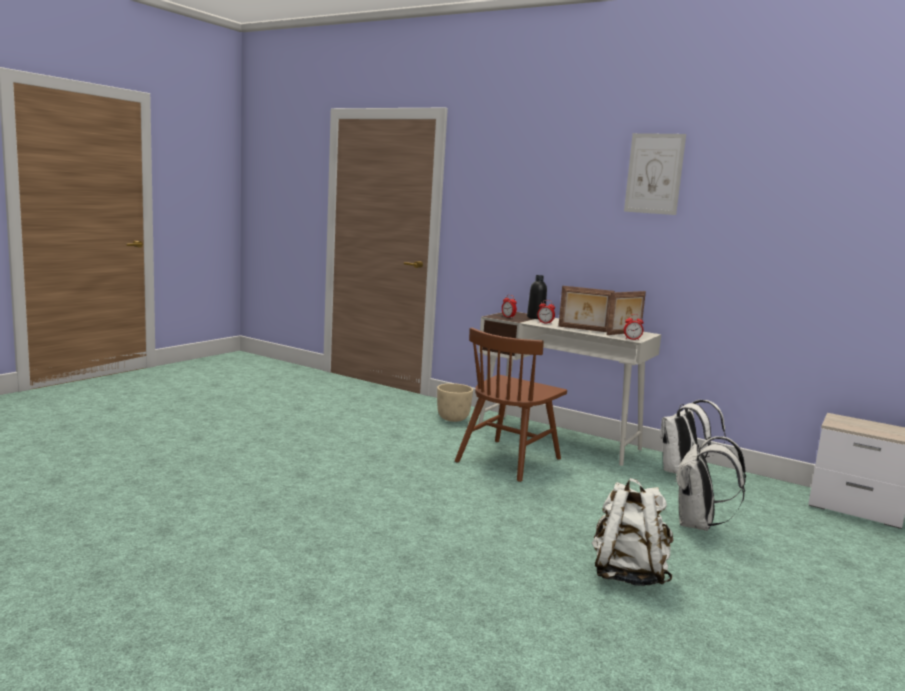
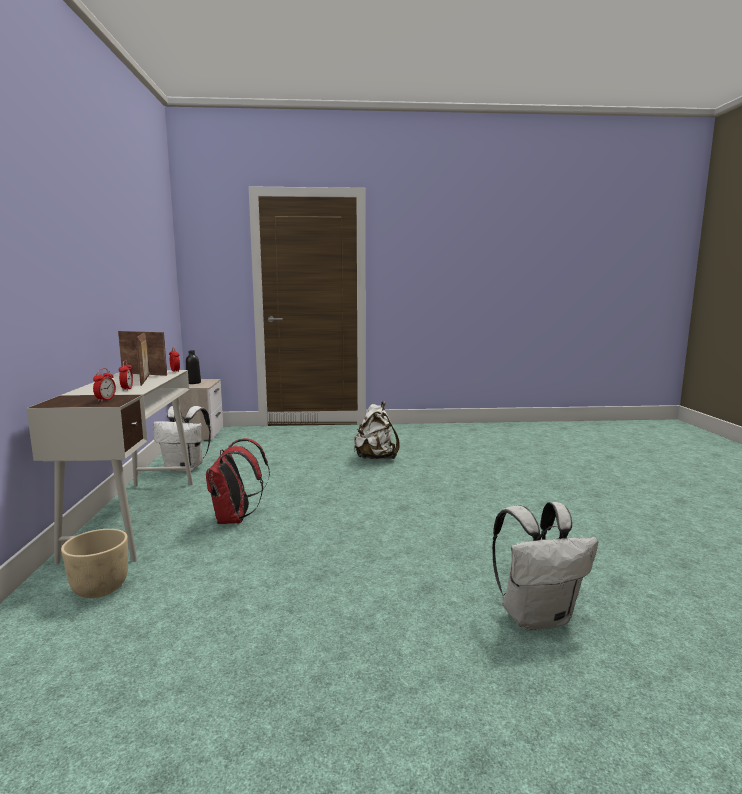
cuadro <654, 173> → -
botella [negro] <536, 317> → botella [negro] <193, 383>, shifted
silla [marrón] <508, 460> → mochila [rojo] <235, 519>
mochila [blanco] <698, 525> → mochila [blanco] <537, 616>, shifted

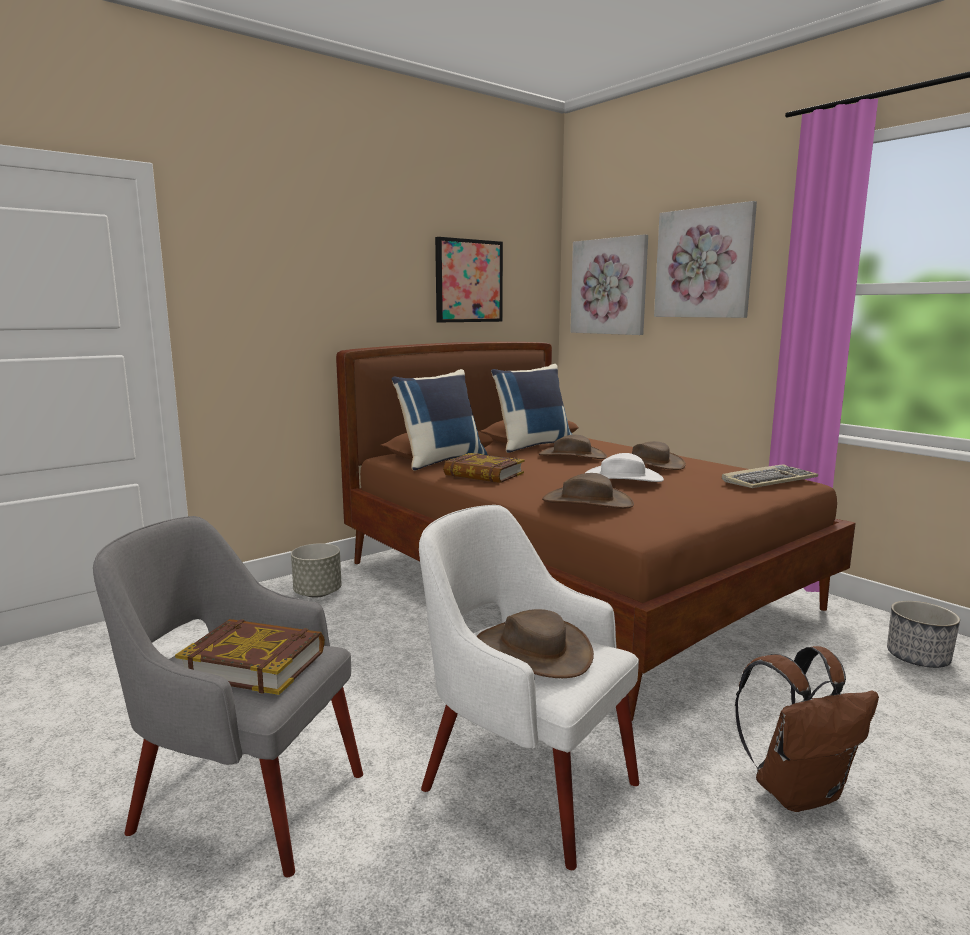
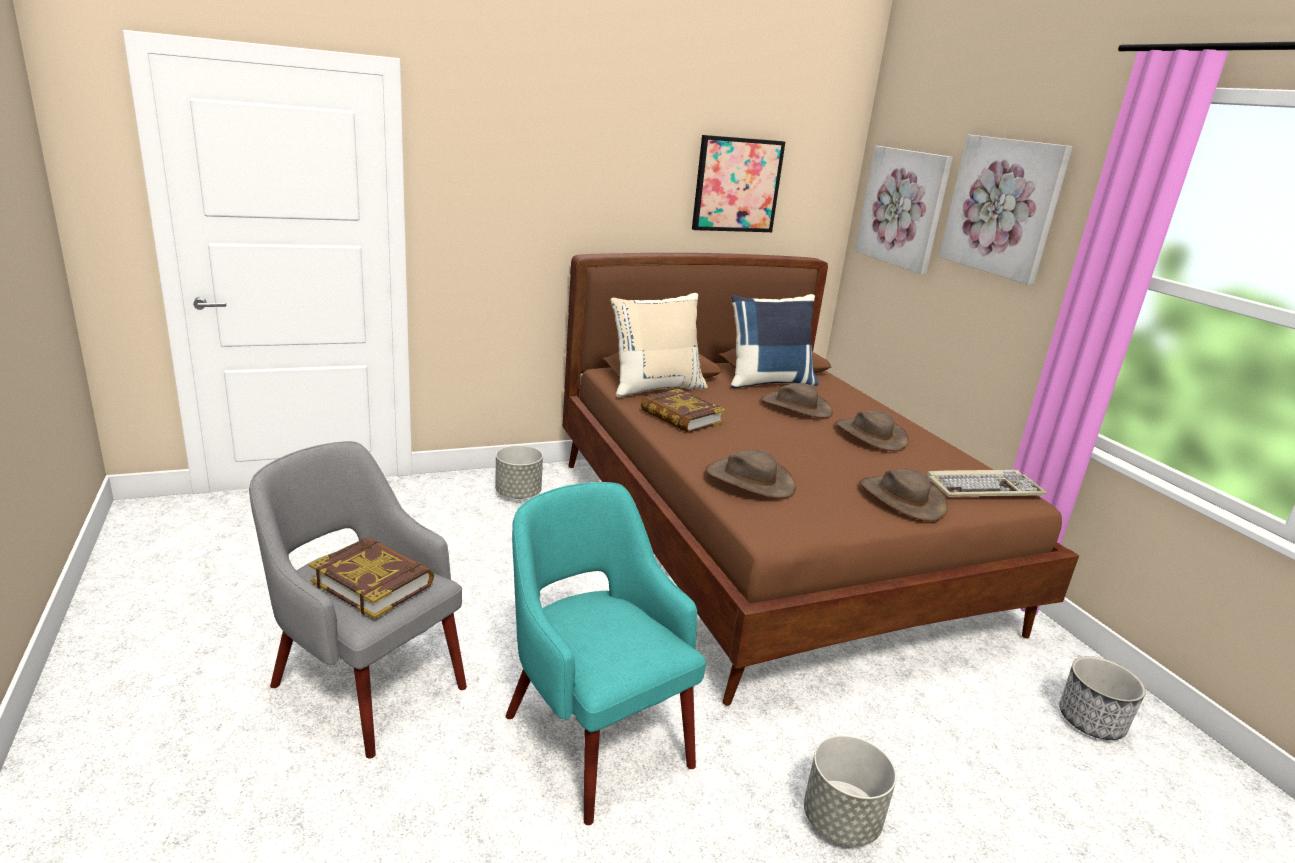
cojín [azul] <441, 460> → cojín [beis] <655, 387>
sombrero [blanco] <622, 478> → -
sillón [blanco] <524, 783> → sillón [turquesa] <594, 736>
sombrero [marrón] <533, 650> → sombrero [marrón] <902, 498>, shifted
mochila [marrón] <798, 791> → maceta [gris] <841, 820>

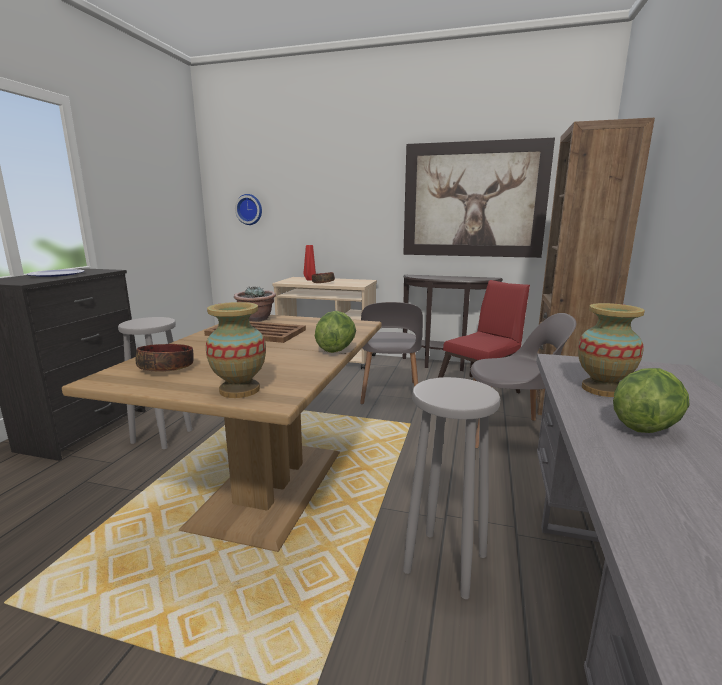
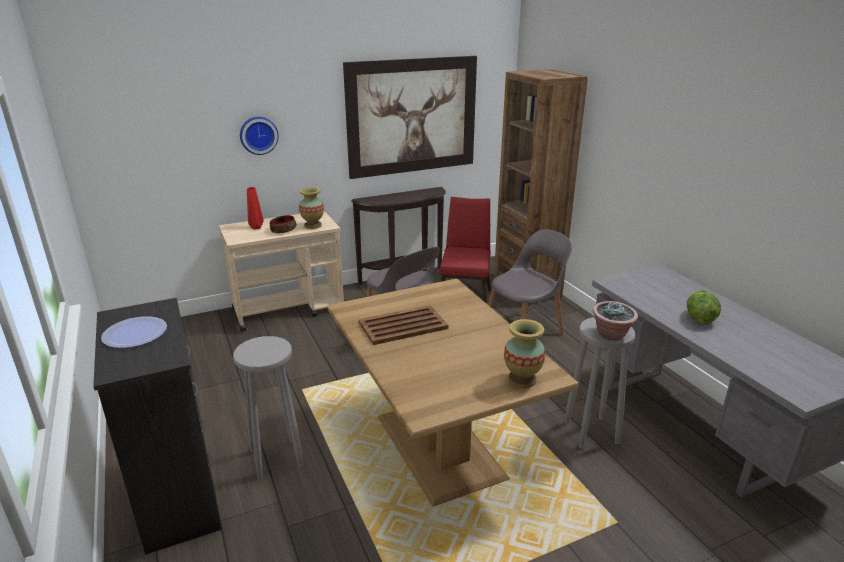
reloj de pared <249, 209> → reloj de pared <258, 135>, shifted
planta en maceta <256, 319> → planta en maceta <611, 335>, shifted
florero <603, 389> → florero <313, 225>, shifted
lechuga <336, 350> → -
cuenco <167, 368> → -

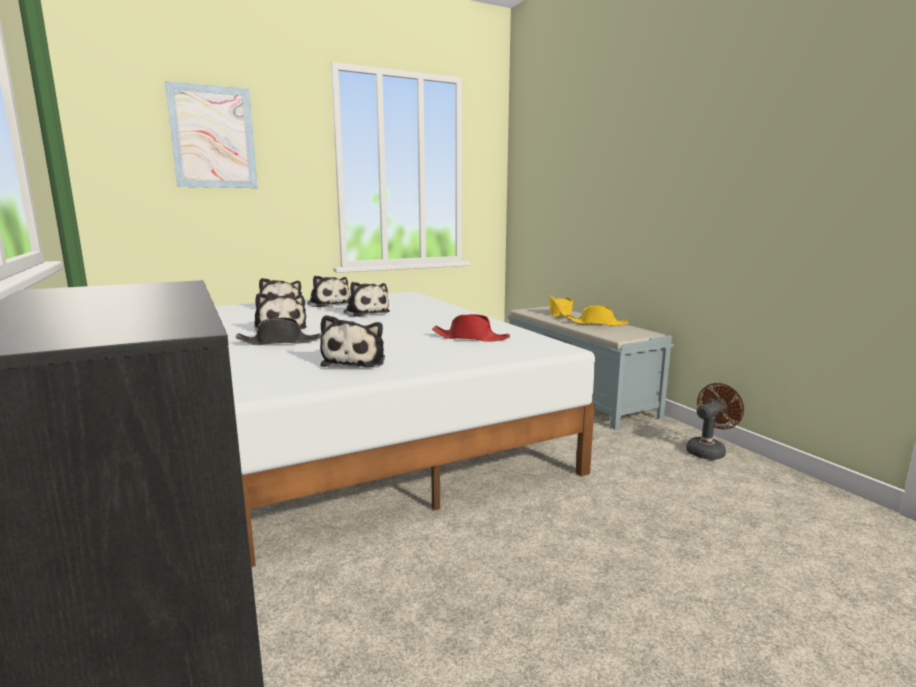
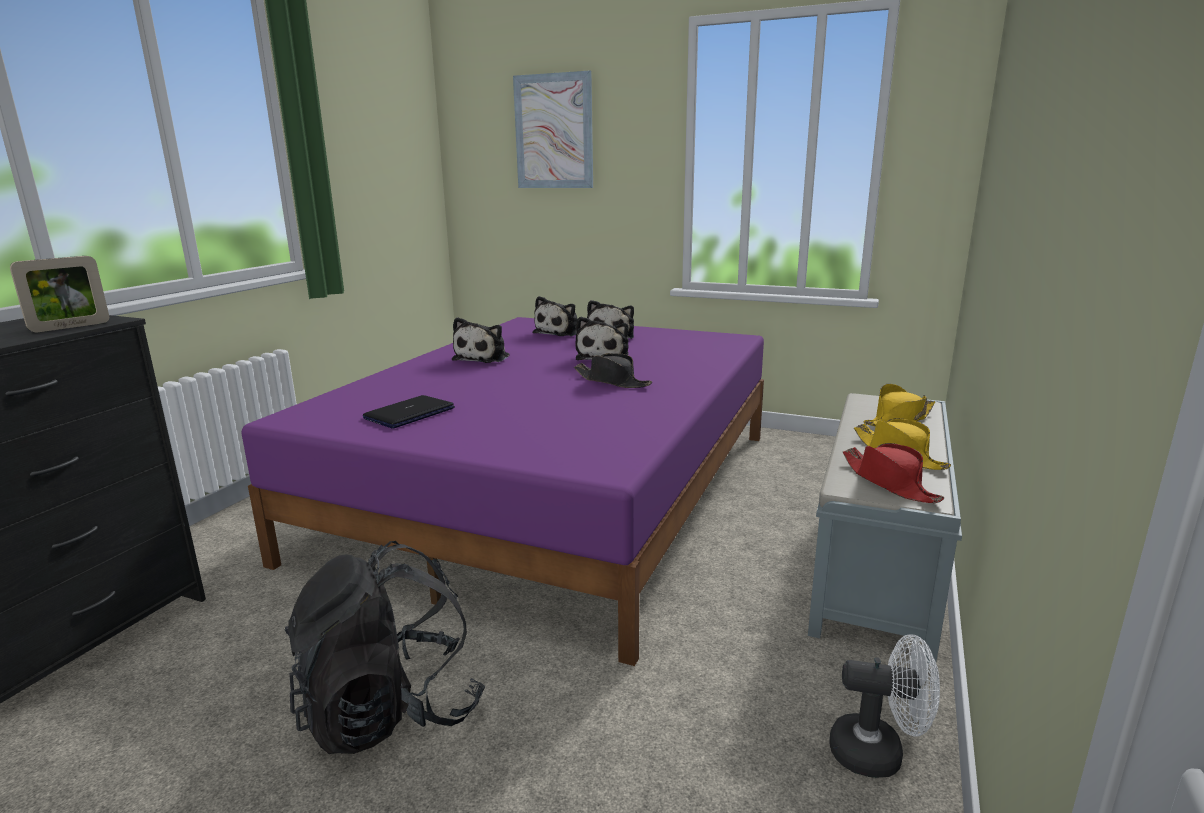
cama [blanco] <365, 427> → cama [morado] <557, 491>
sombrero [rojo] <470, 338> → sombrero [rojo] <889, 482>, shifted
peluche <356, 361> → portátil <409, 413>
sombrero [negro] <280, 342> → sombrero [negro] <612, 381>, shifted
ventilador [marrón] <708, 451> → ventilador [blanco] <878, 753>
- → portarretratos <70, 327>
- → mochila [negro] <391, 711>

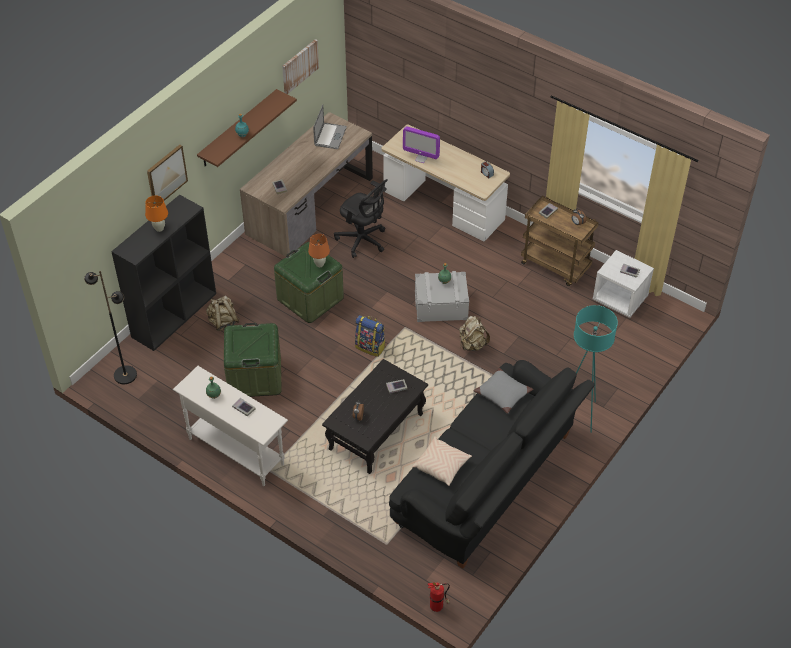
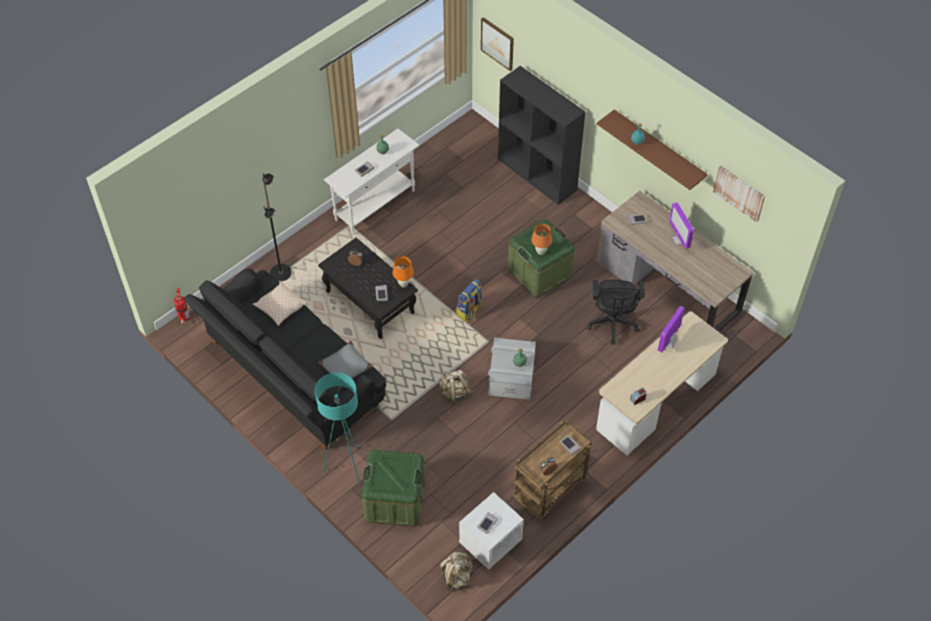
portátil <330, 136> → -
cuadro <166, 175> → cuadro <498, 43>, shifted
silla de oficina [negro] <363, 240> → silla de oficina [negro] <612, 324>, 45 degrees counterclockwise
lámpara de mesa [naranja] <159, 228> → lámpara de mesa [naranja] <403, 284>, shifted
lámpara de pie [negro] <125, 375> → lámpara de pie [negro] <281, 273>, shifted
mochila [beis] <223, 322> → mochila [beis] <457, 577>, shifted
caja de almacenaje [verde] <254, 376> → caja de almacenaje [verde] <395, 500>, shifted
- → monitor <679, 239>

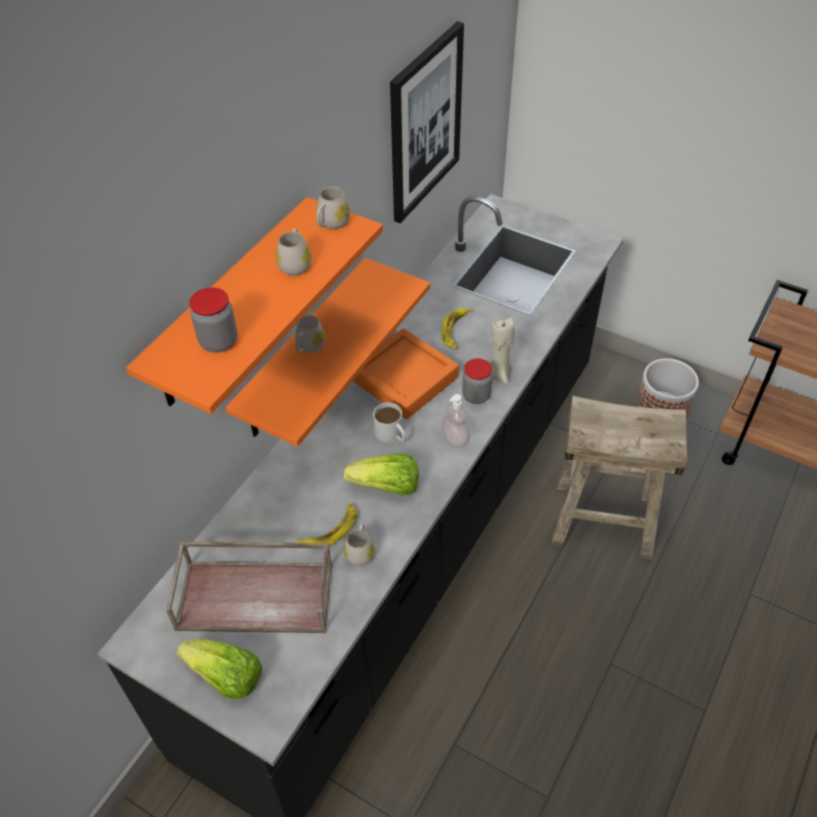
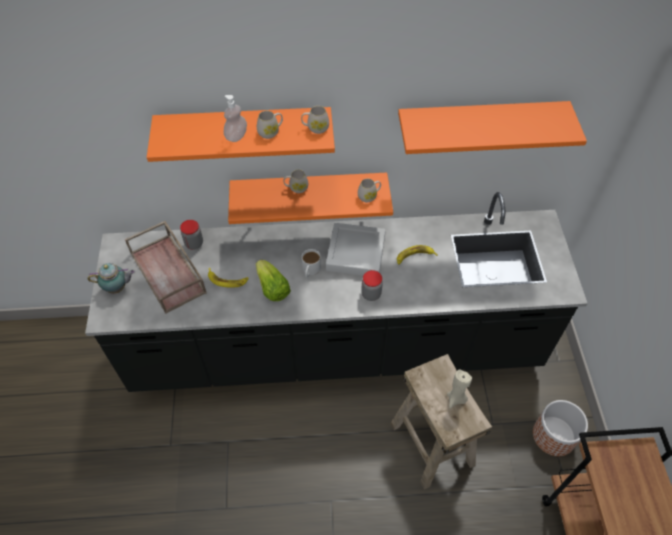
cuadro <424, 123> → estante [naranja] <480, 124>
tarro <218, 342> → tarro <194, 243>, shifted
vela [beis] <499, 374> → vela [beis] <456, 399>, shifted
bandeja [naranja] <404, 379> → bandeja [gris] <355, 253>
dispensador de jabón <455, 438> → dispensador de jabón <236, 136>, shifted
taza grande [blanco] <360, 552> → taza grande [blanco] <369, 196>, shifted
lechuga <226, 677> → tetera <118, 288>

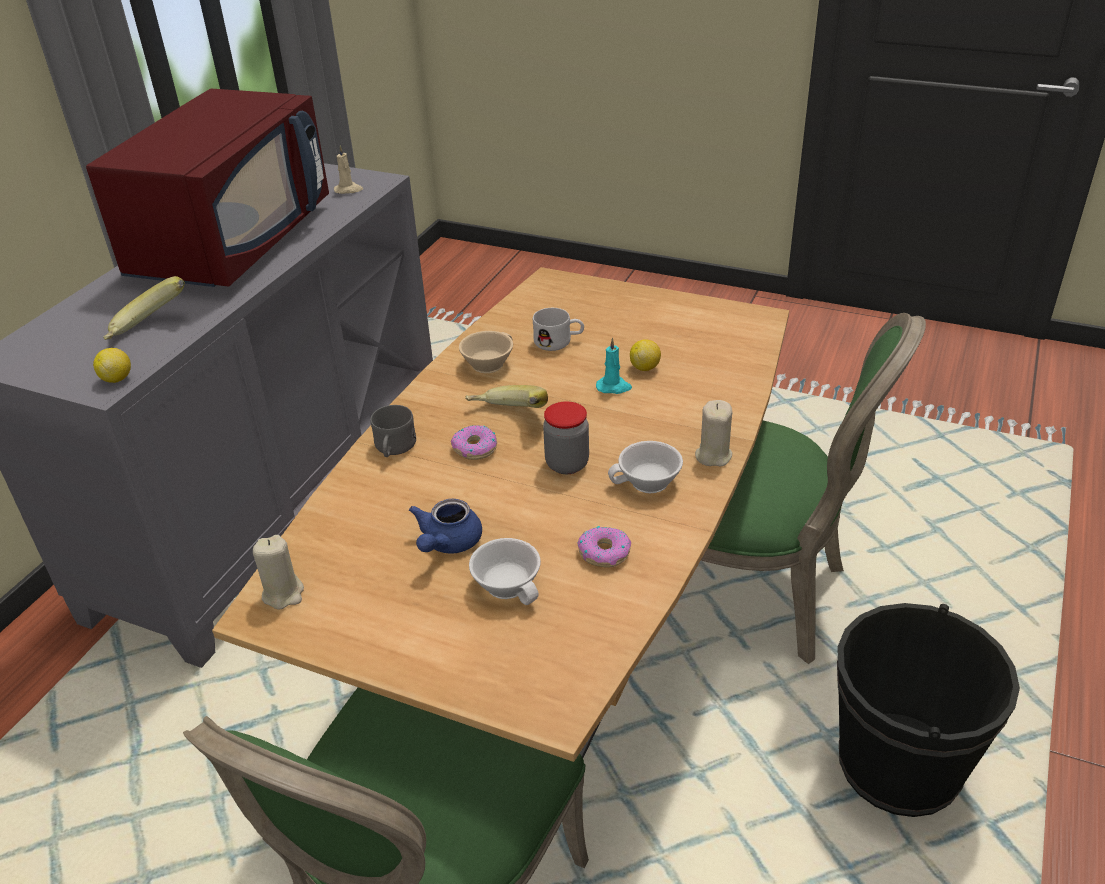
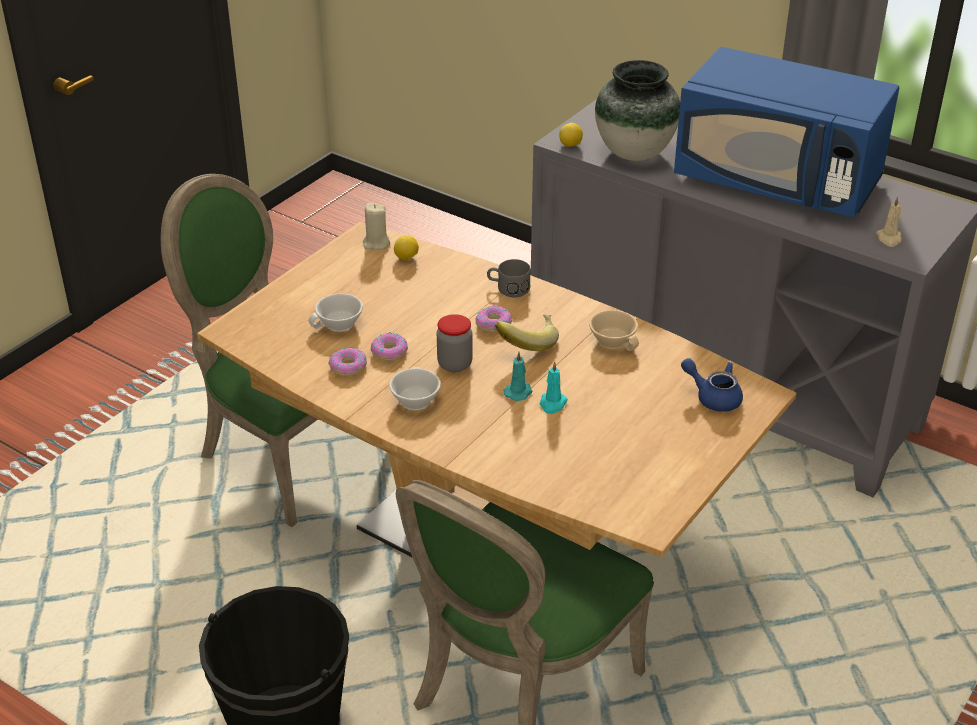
microondas [rojo] <234, 242> → microondas [azul] <779, 181>
plátano <149, 330> → florero <634, 153>
taza grande [blanco] <559, 342> → -
limón <645, 367> → limón <406, 258>, shifted
vela [beis] <713, 455> → -
tetera [azul] <447, 543> → tetera [azul] <713, 397>, shifted
- → rosquilla <390, 352>
- → vela [turquesa] <519, 392>

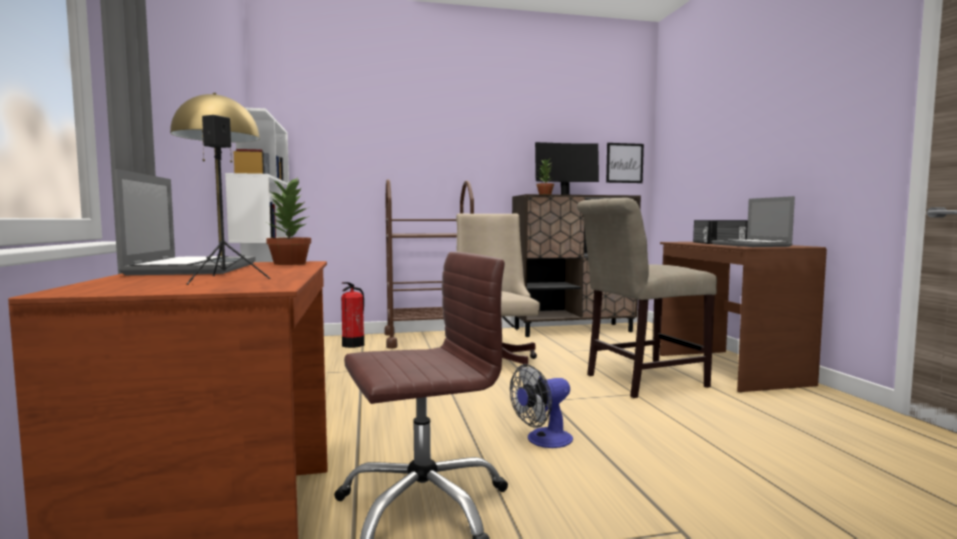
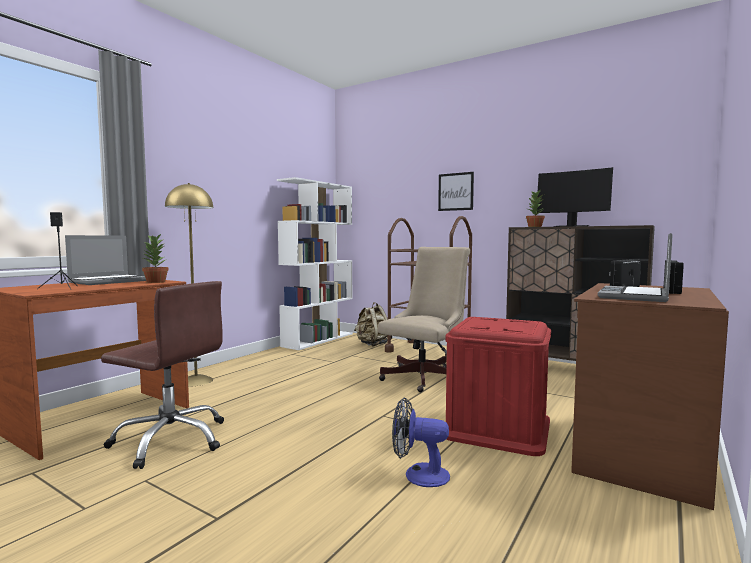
cuadro <624, 163> → cuadro <455, 191>, shifted
silla [beis] <639, 381> → caja de almacenaje [rojo] <497, 427>
extintor <353, 344> → mochila [beis] <372, 344>
ventilador <543, 440> → ventilador <418, 474>, shifted

